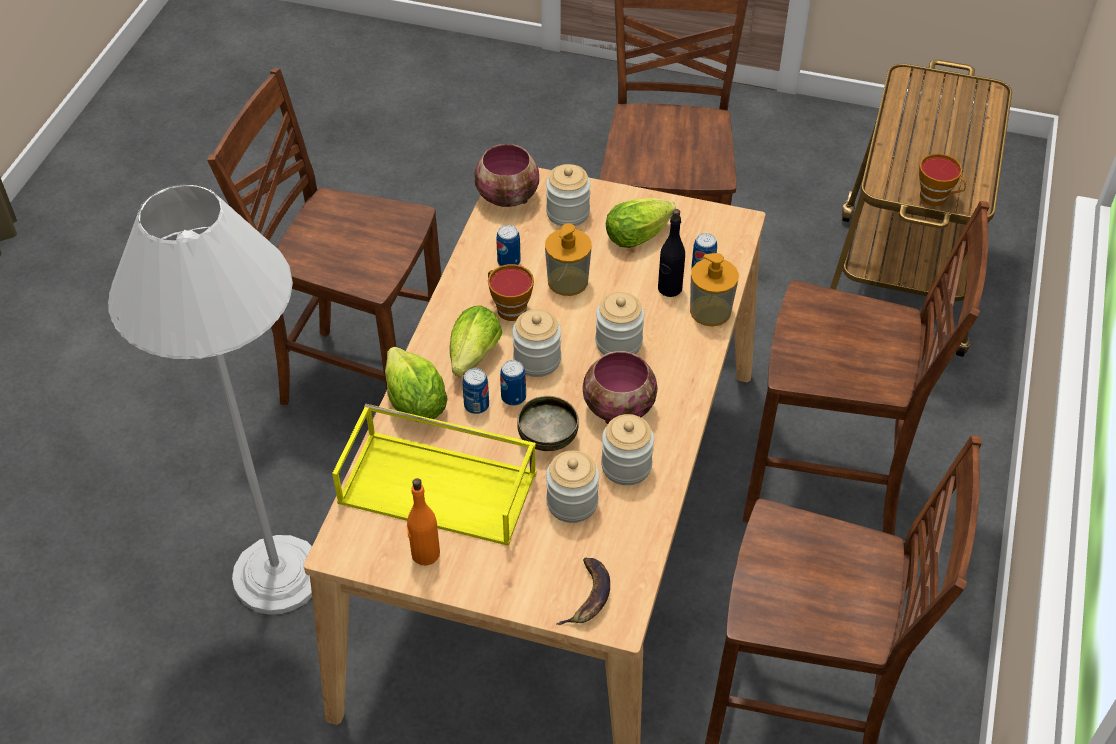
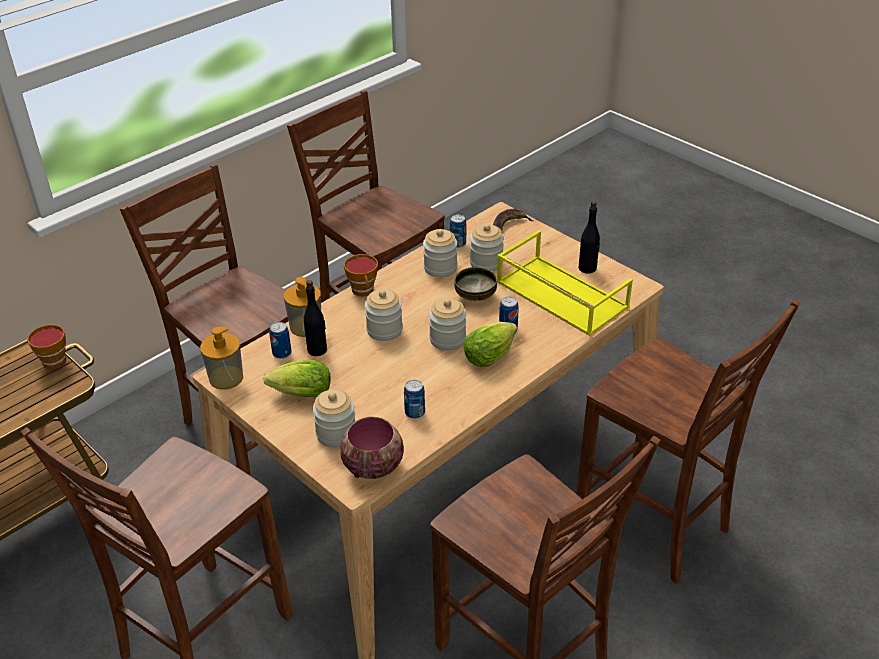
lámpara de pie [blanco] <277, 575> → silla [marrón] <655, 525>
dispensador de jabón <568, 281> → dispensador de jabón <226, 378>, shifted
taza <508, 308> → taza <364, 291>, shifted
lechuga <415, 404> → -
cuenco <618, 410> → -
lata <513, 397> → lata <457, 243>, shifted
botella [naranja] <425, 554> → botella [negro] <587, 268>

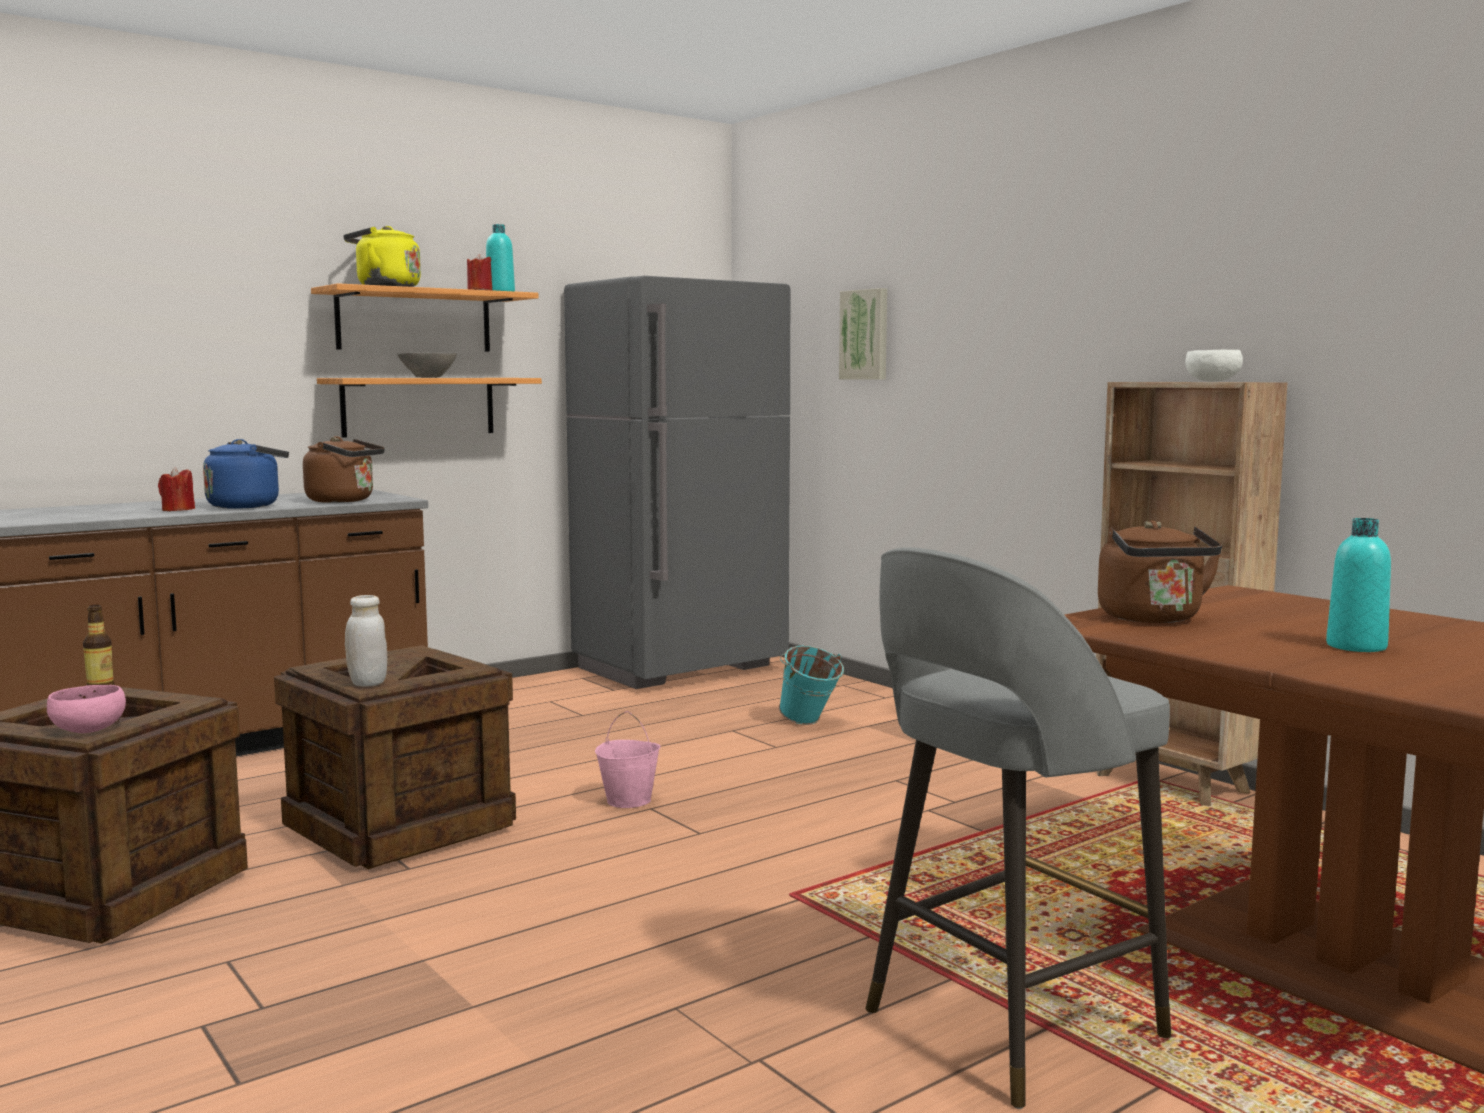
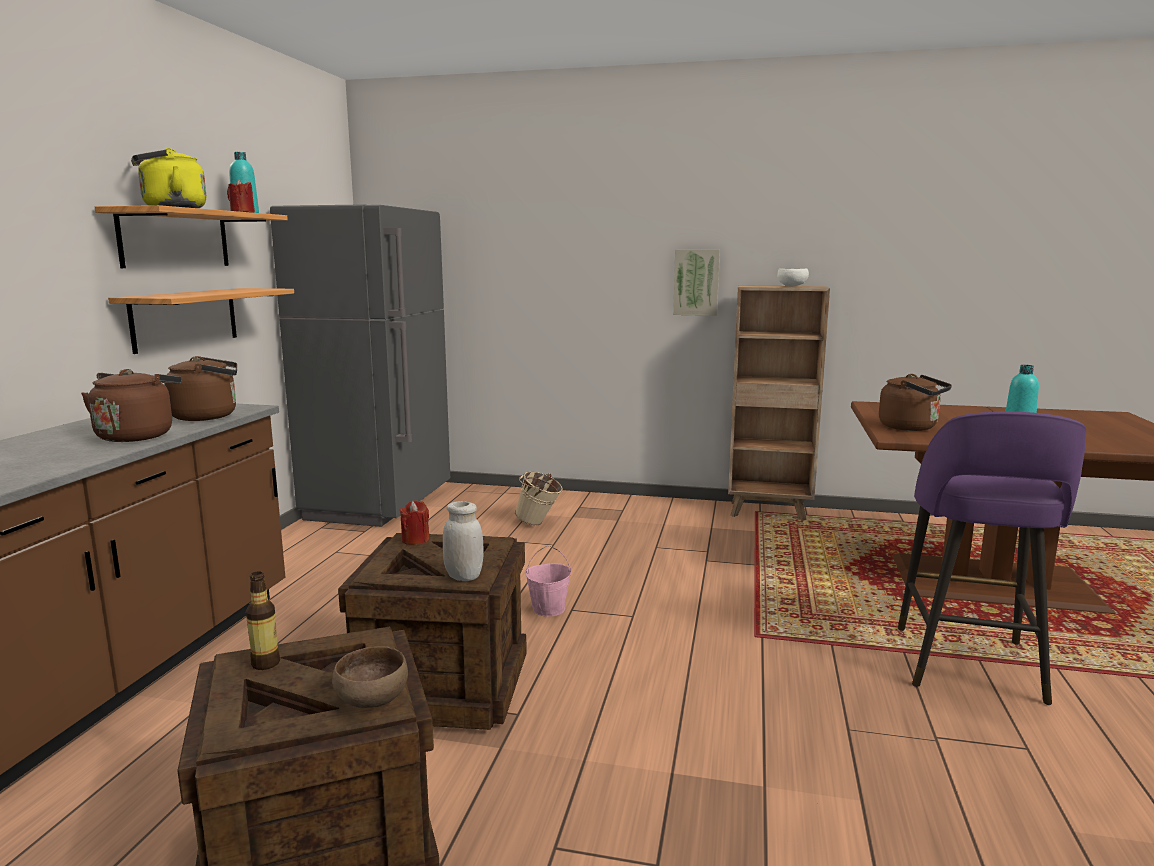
cuadro <865, 335> → cuadro <696, 282>, shifted
cuenco [gris] <427, 377> → -
hervidor [azul] <248, 506> → hervidor [marrón] <137, 435>
vela [rojo] <178, 510> → vela [rojo] <415, 540>, shifted
taburete [gris] <1006, 1026> → taburete [morado] <968, 666>
cubo [turquesa] <809, 723> → cubo [beis] <539, 523>
cuenco [rosa] <87, 730> → cuenco [marrón] <371, 700>

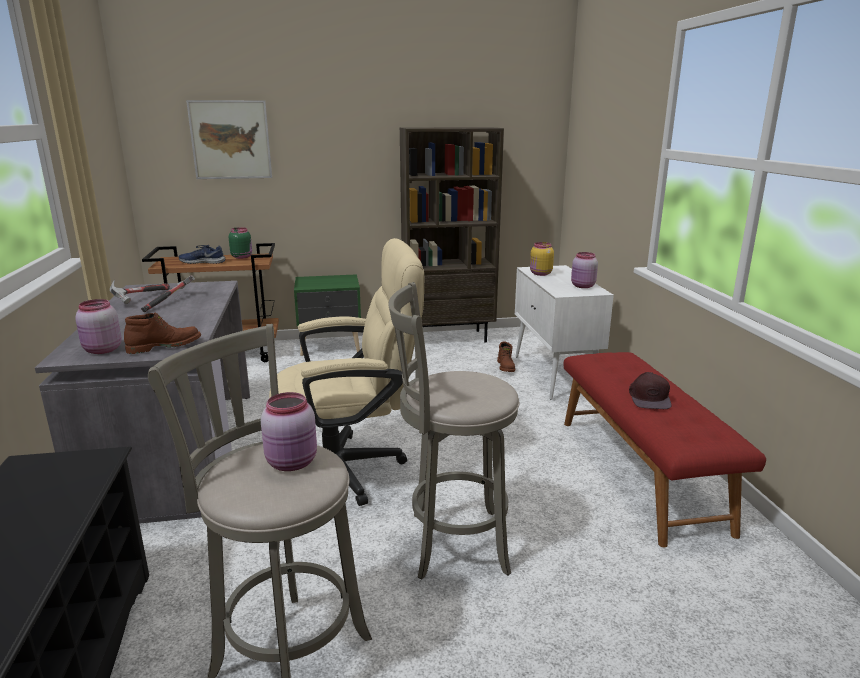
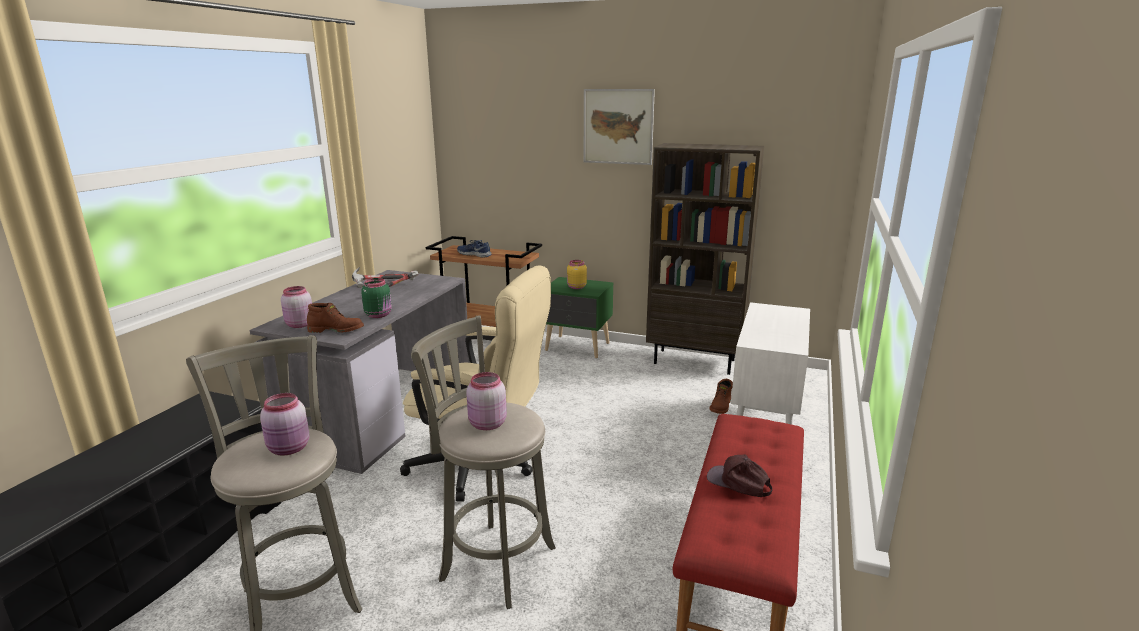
cuadro <230, 140> → cuadro <618, 126>, shifted
tarro [verde] <242, 257> → tarro [verde] <379, 315>, shifted
tarro [amarillo] <540, 274> → tarro [amarillo] <576, 287>, shifted
tarro [rosa] <583, 286> → tarro [rosa] <486, 424>, shifted
gorra [marrón] <649, 398> → gorra [marrón] <738, 483>, 90 degrees clockwise

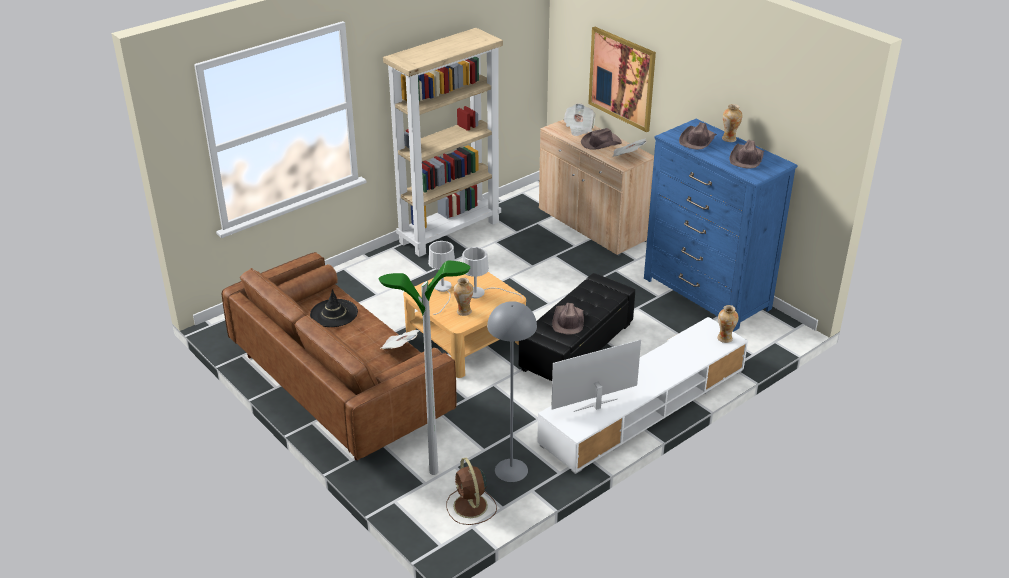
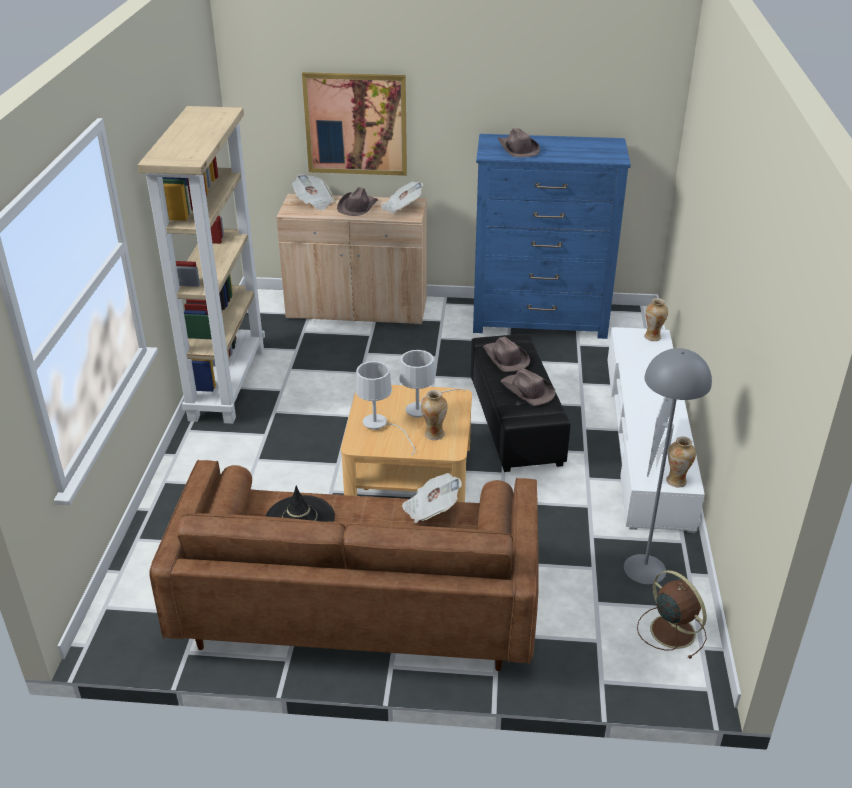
florero <729, 139> → florero <676, 481>, shifted
sombrero [marrón] <746, 158> → sombrero [marrón] <505, 358>, shifted
lámpara de pie <434, 471> → -
ventilador [marrón] <471, 507> → ventilador [marrón] <671, 630>, 150 degrees counterclockwise

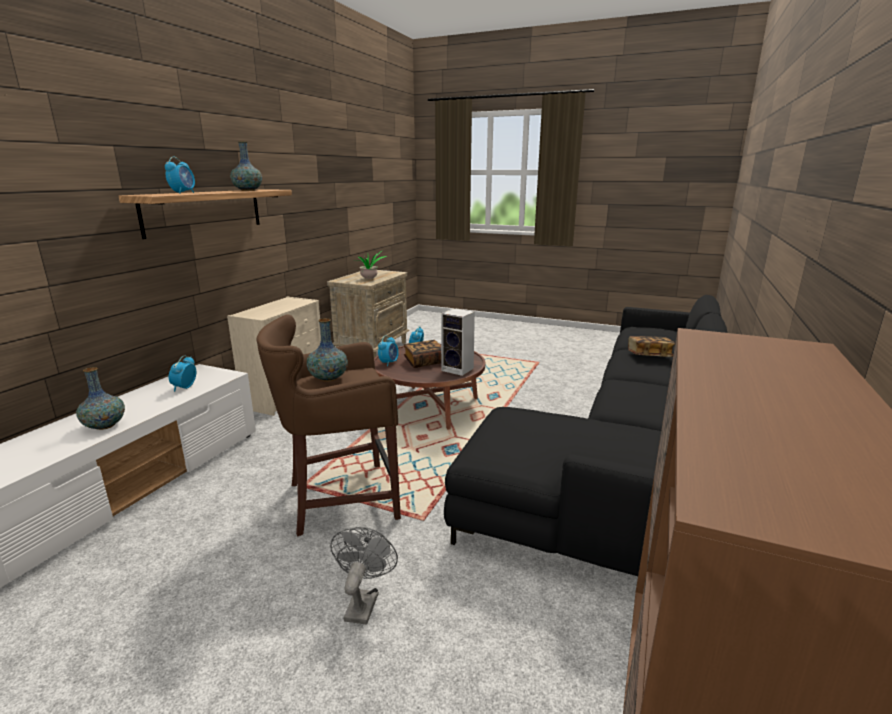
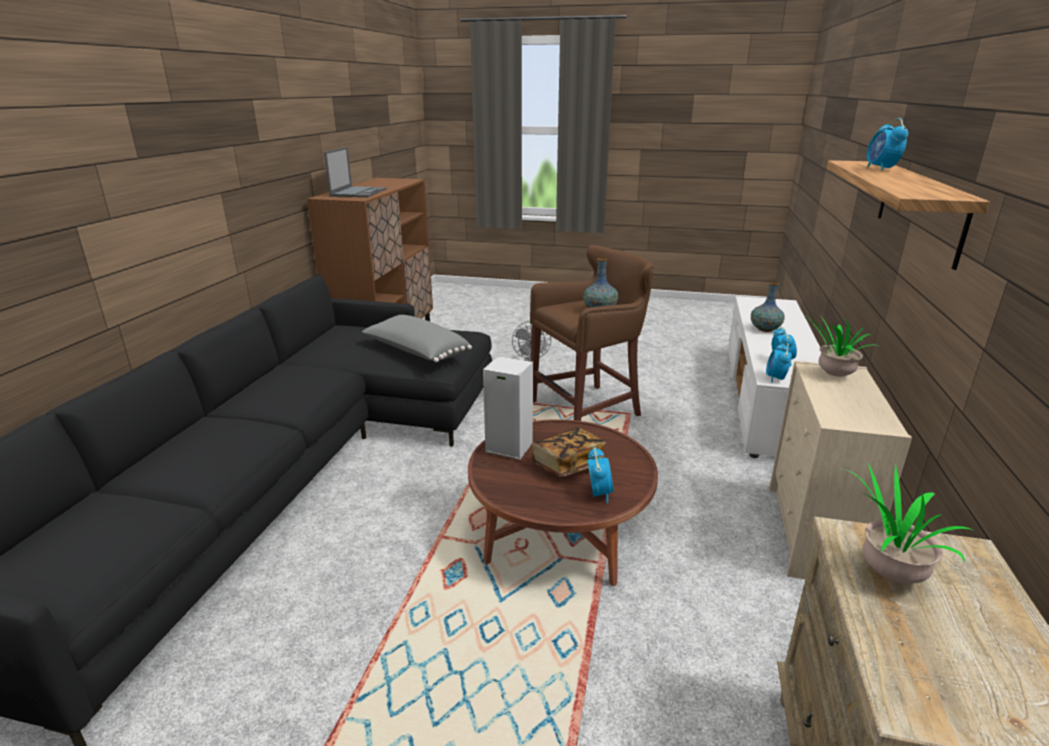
florero <247, 190> → -
despertador <389, 363> → despertador <775, 378>, shifted
libro <649, 355> → -
- → portátil <358, 192>
- → cojín [gris] <416, 352>
- → planta en maceta <832, 376>

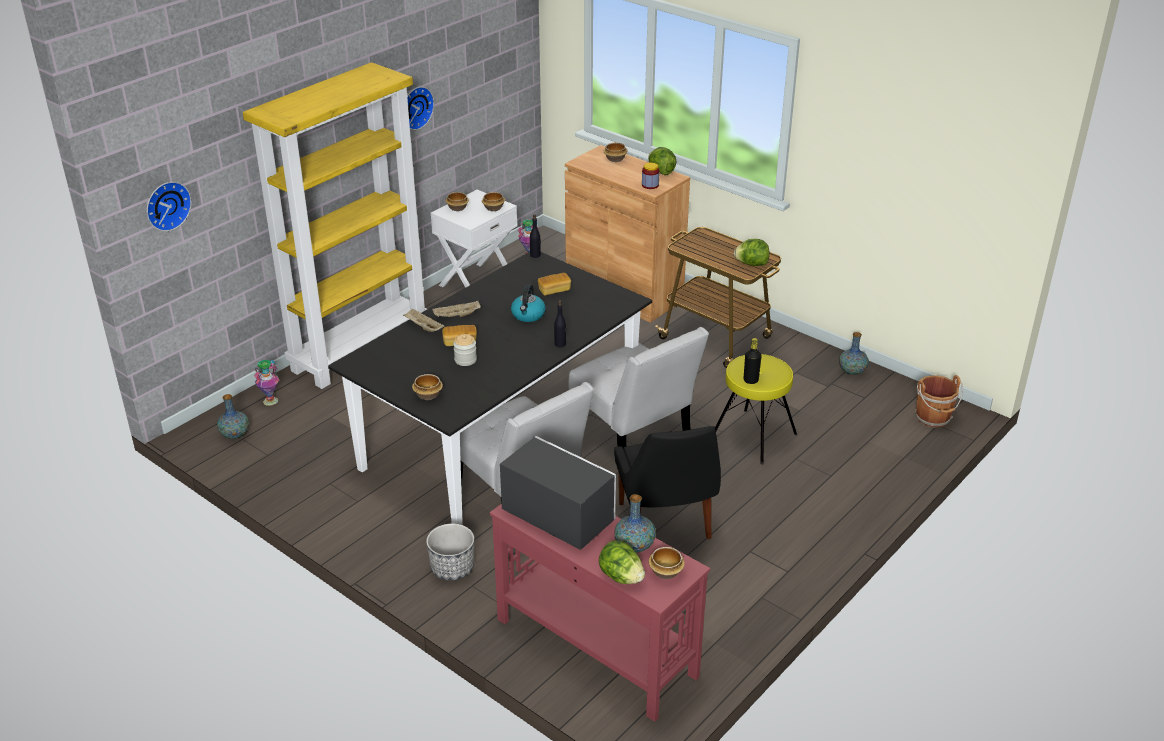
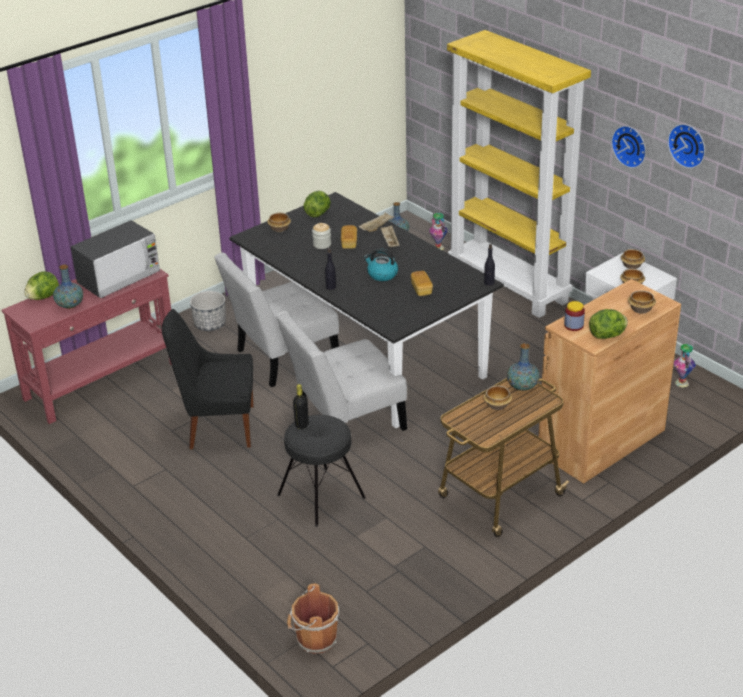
reloj de pared <166, 205> → reloj de pared <688, 144>, shifted
lechuga <751, 264> → lechuga <318, 213>, shifted
florero <852, 371> → florero <522, 386>, shifted
taburete [amarillo] <752, 436> → taburete [negro] <321, 496>
cuenco <666, 571> → cuenco <498, 405>, shifted

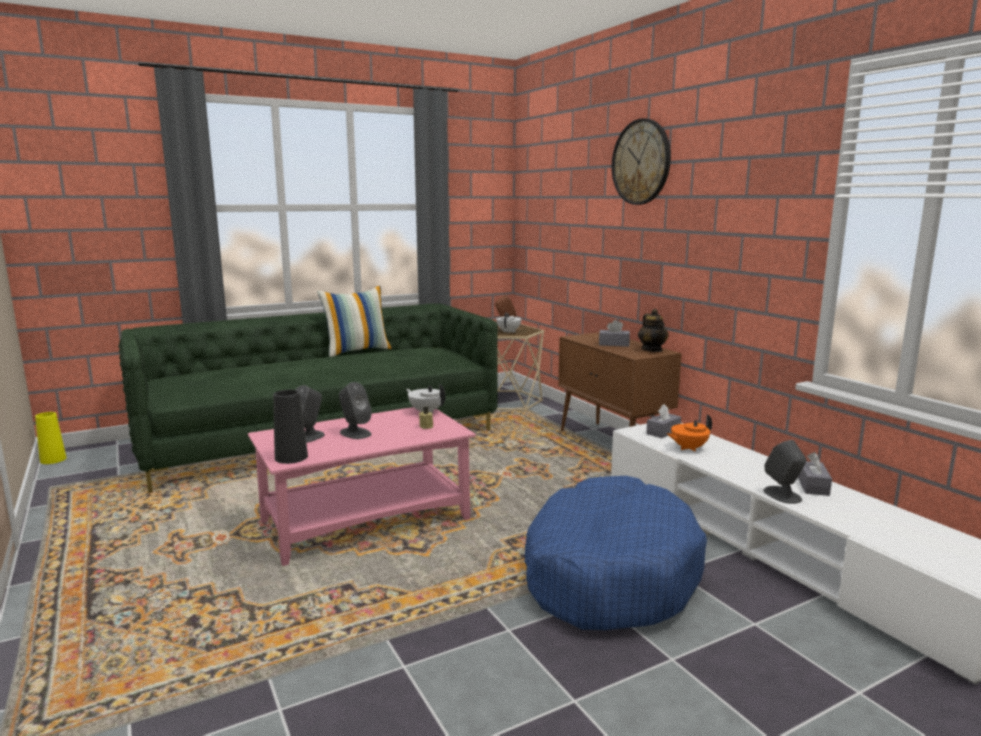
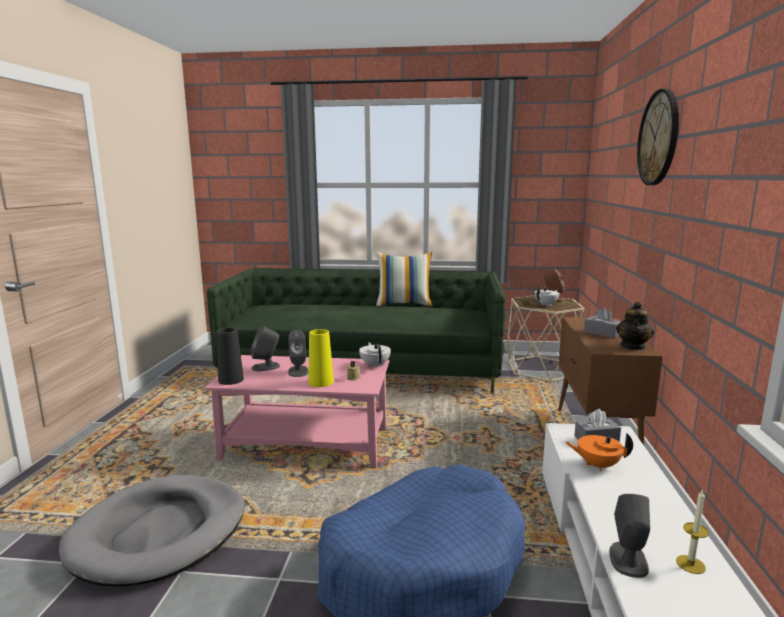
florero [amarillo] <53, 460> → florero [amarillo] <321, 382>, shifted
caja de pañuelos [gris] <813, 486> → vela <690, 564>
- → cama para perro [gris] <160, 533>

